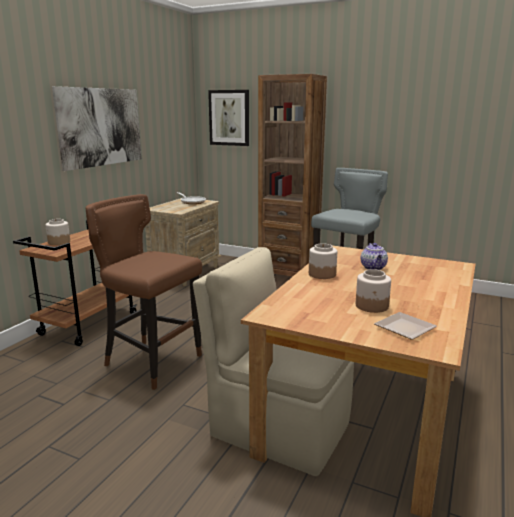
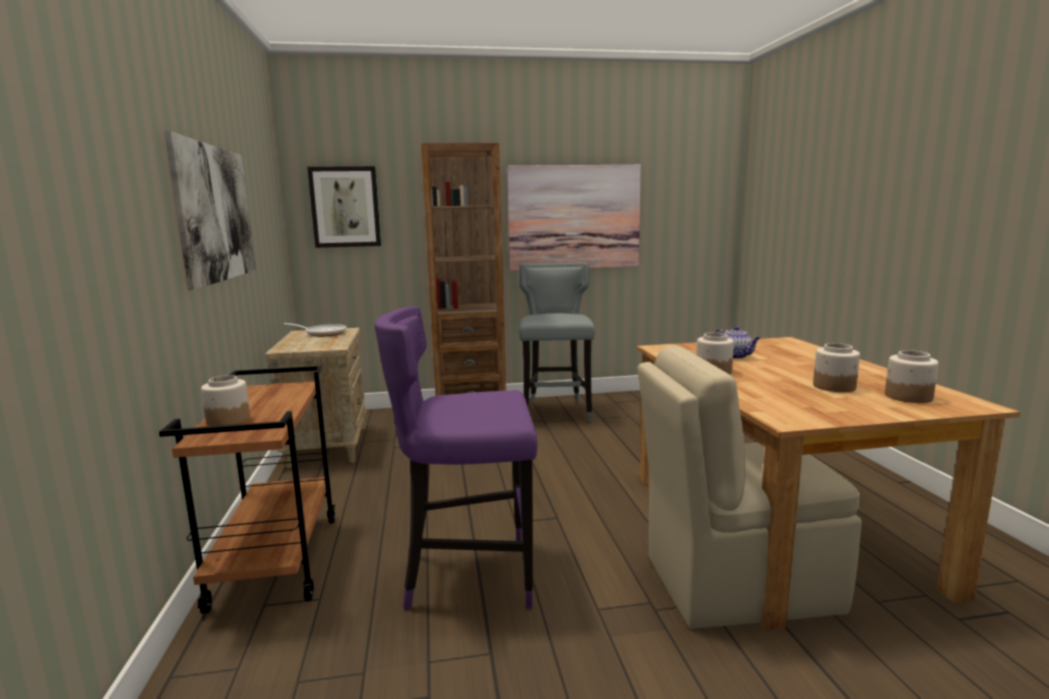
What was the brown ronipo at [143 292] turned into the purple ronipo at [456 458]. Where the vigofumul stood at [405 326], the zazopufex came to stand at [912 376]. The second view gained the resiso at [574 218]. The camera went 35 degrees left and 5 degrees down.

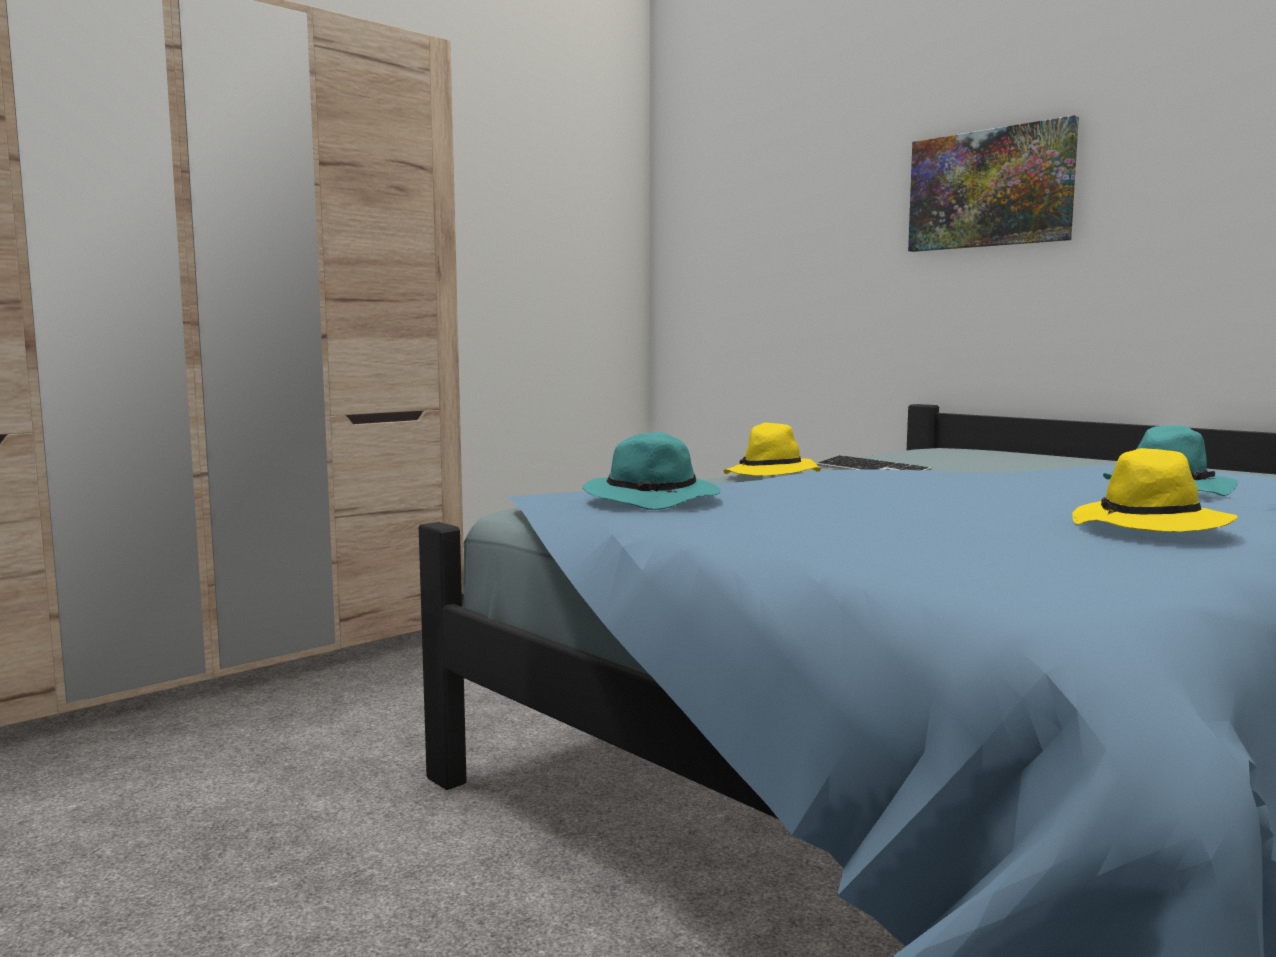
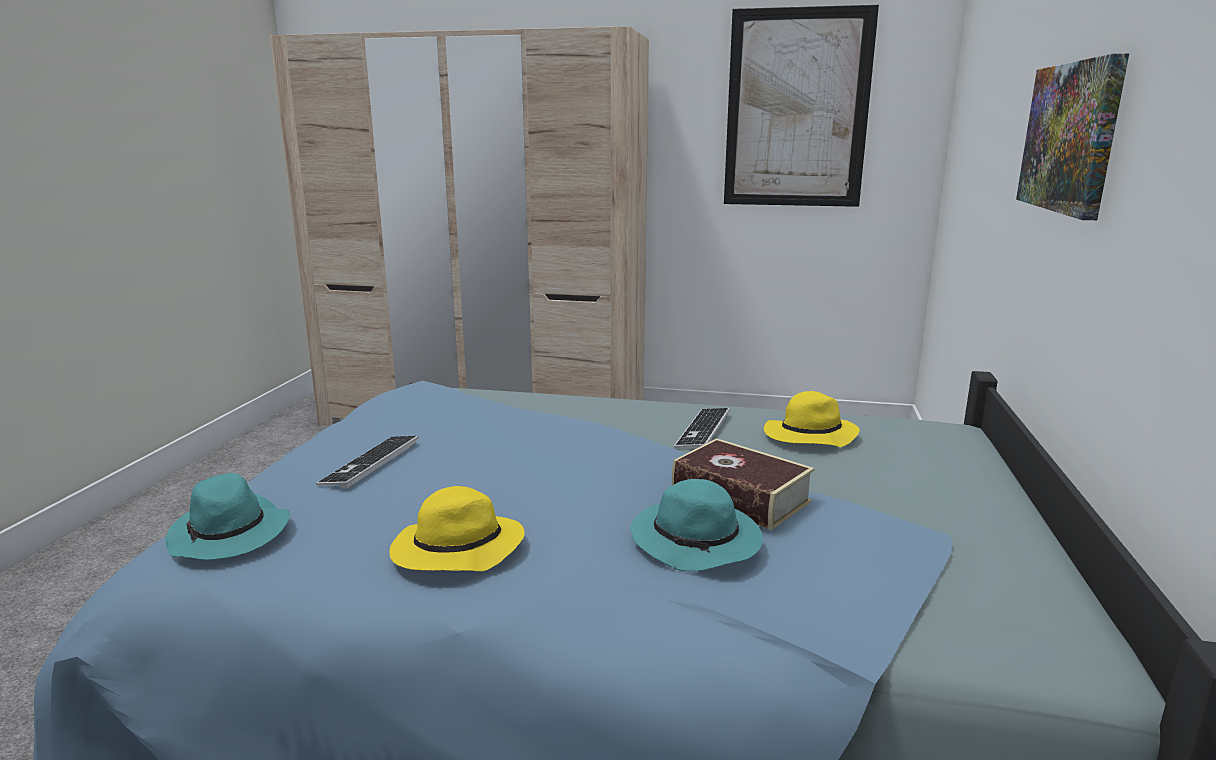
The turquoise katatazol ended up elsewhere, having gone from [651 471] to [227 516]. The yellow katatazol ended up elsewhere, having gone from [772 449] to [812 419]. The second view gained the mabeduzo at [367 462]. The second view gained the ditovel at [743 484]. The second view gained the resiso at [801 106]. The camera went 55 degrees right and 10 degrees up.

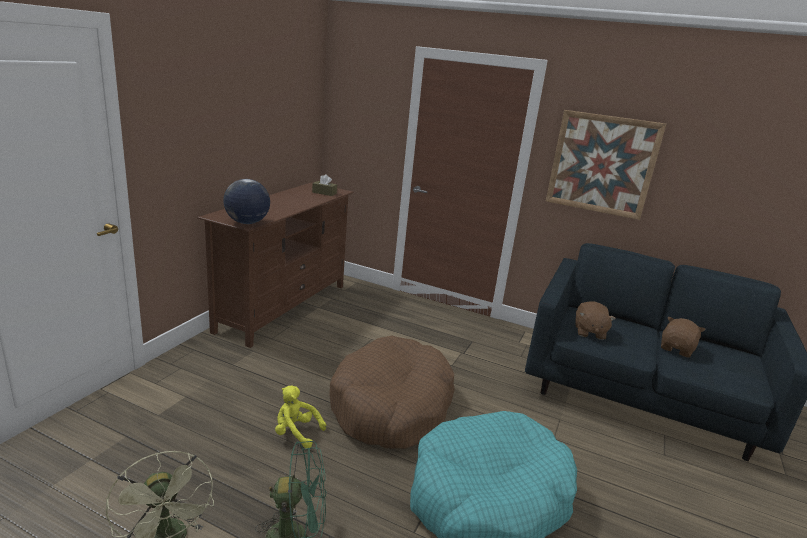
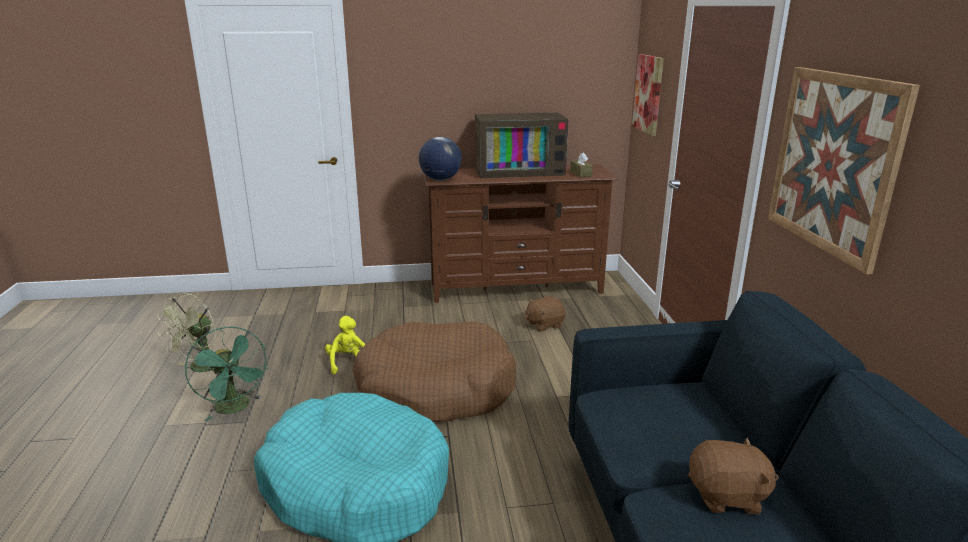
The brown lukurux ended up elsewhere, having gone from [595 321] to [545 314]. The second view gained the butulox at [521 145]. The second view gained the resiso at [648 95]. The camera went 60 degrees right and 0 degrees up.

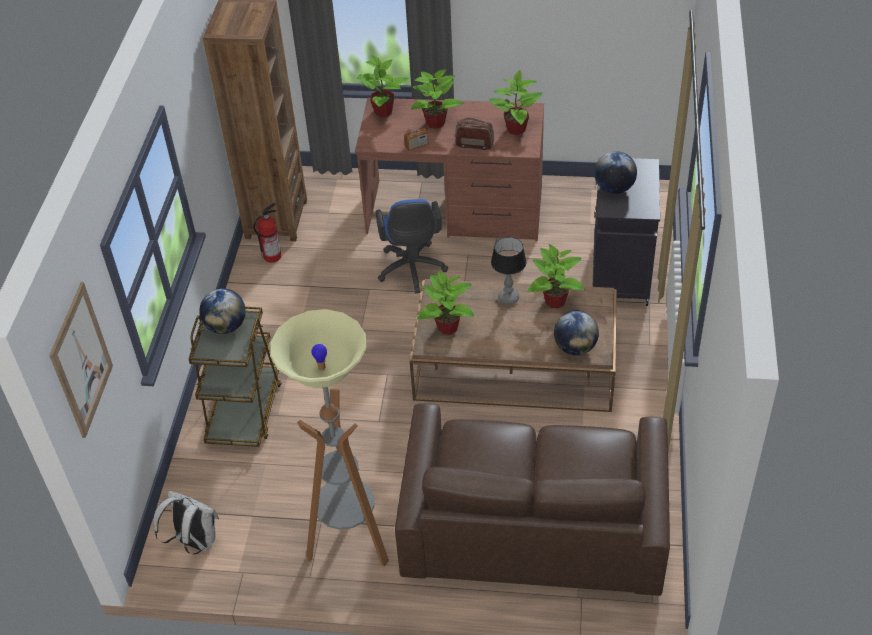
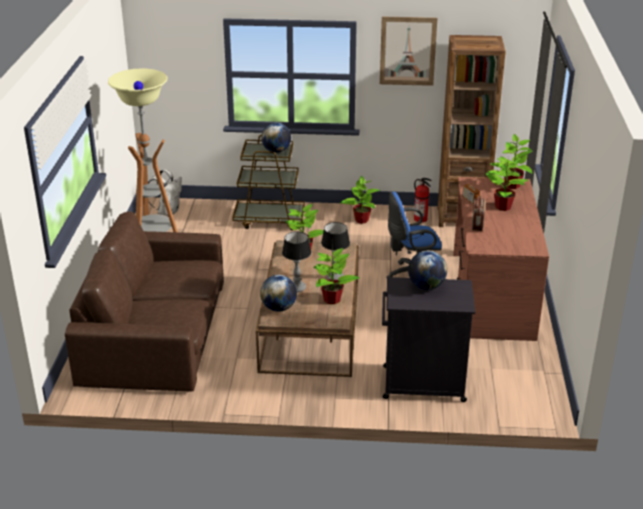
The resiso ended up elsewhere, having gone from [81 360] to [408 51]. The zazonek ended up elsewhere, having gone from [516 102] to [360 200]. The second view gained the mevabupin at [296 261]. The camera went 85 degrees right and 15 degrees down.

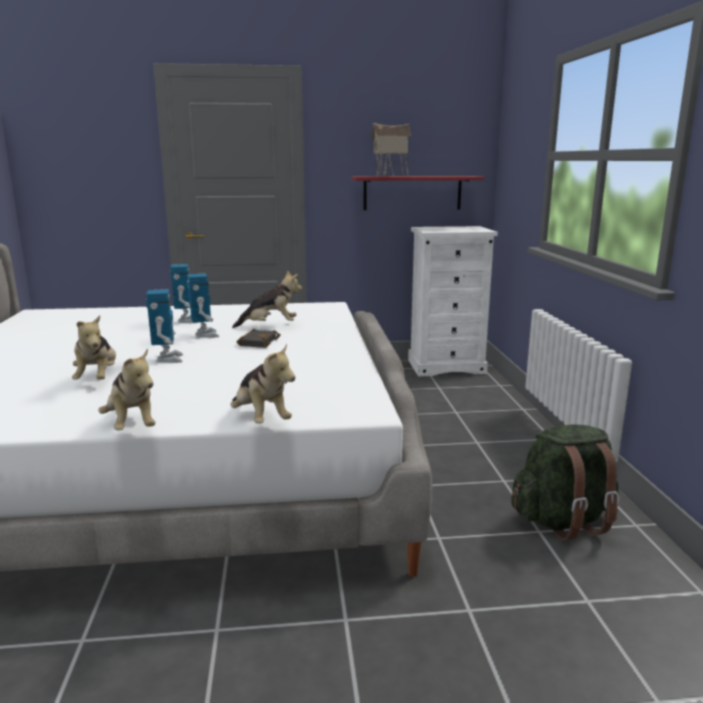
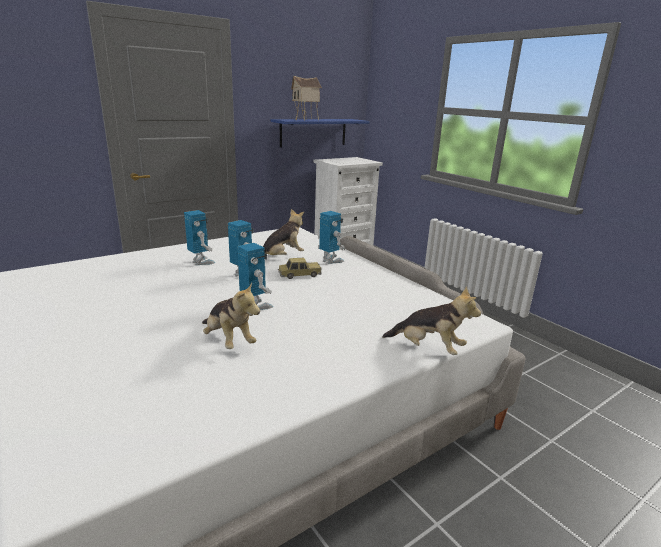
The second view lost the lukurux at [126 389]. Where the black ditovel stood at [259 338], the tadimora came to stand at [300 268]. What was the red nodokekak at [417 193] turned into the blue nodokekak at [320 133]. The second view lost the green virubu at [565 482]. The second view gained the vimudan at [332 237]. The camera went 30 degrees left and 5 degrees up.

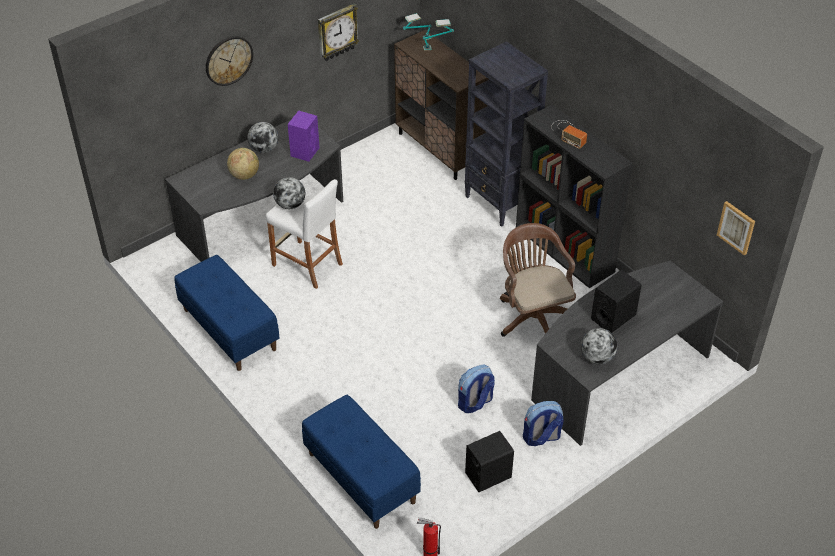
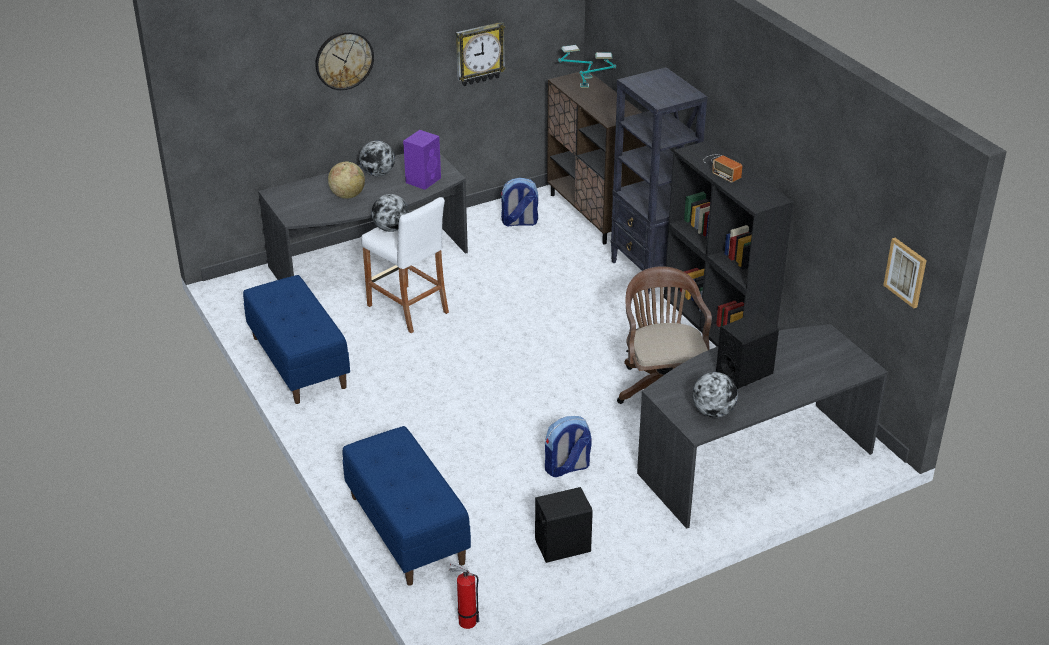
The virubu ended up elsewhere, having gone from [543 423] to [519 202]. The camera went 10 degrees right and 10 degrees down.

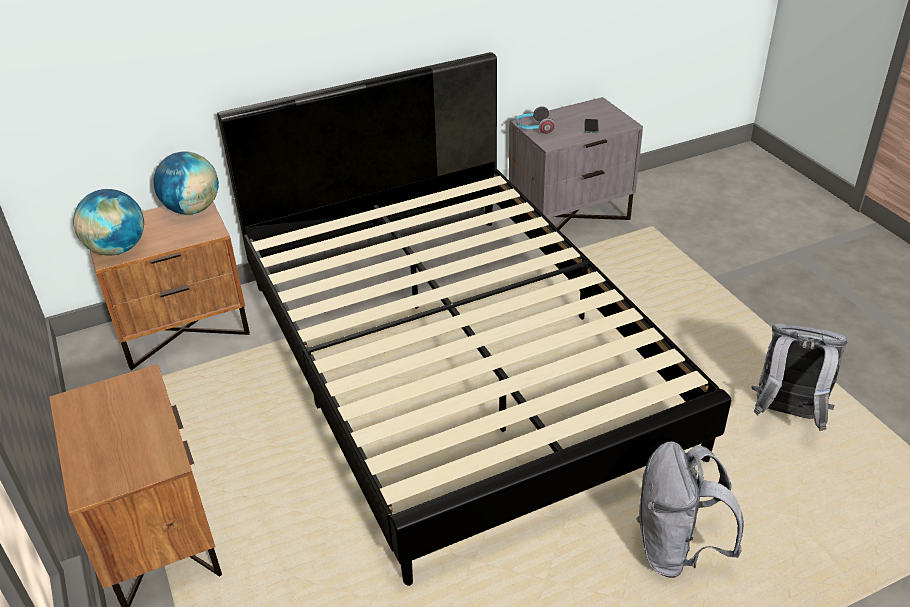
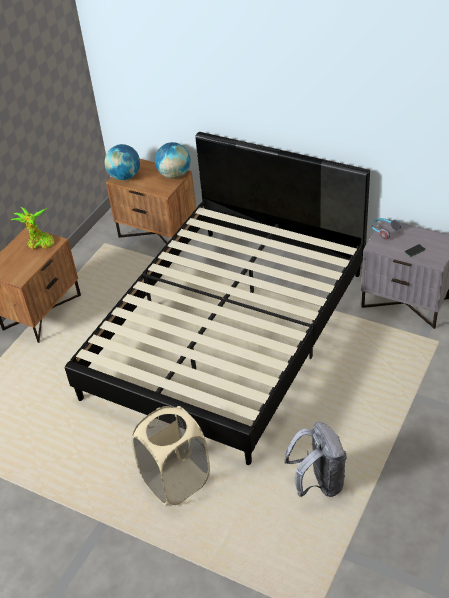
Where the grey virubu stood at [690 509], the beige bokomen came to stand at [170 455]. The second view gained the zazonek at [33 228]. The camera went 55 degrees right and 5 degrees up.

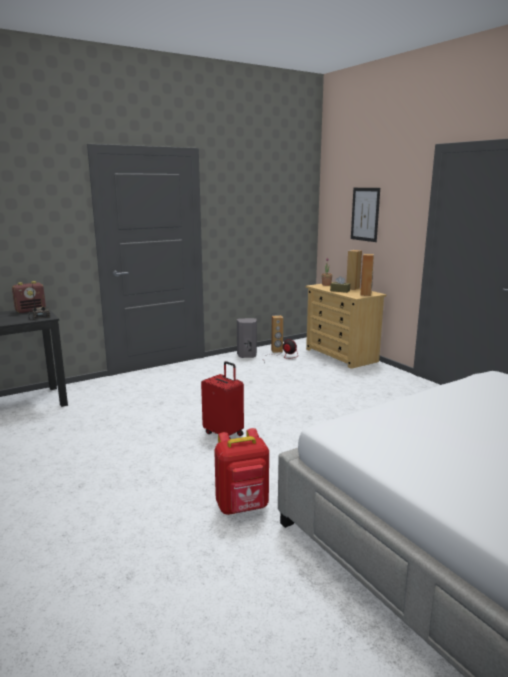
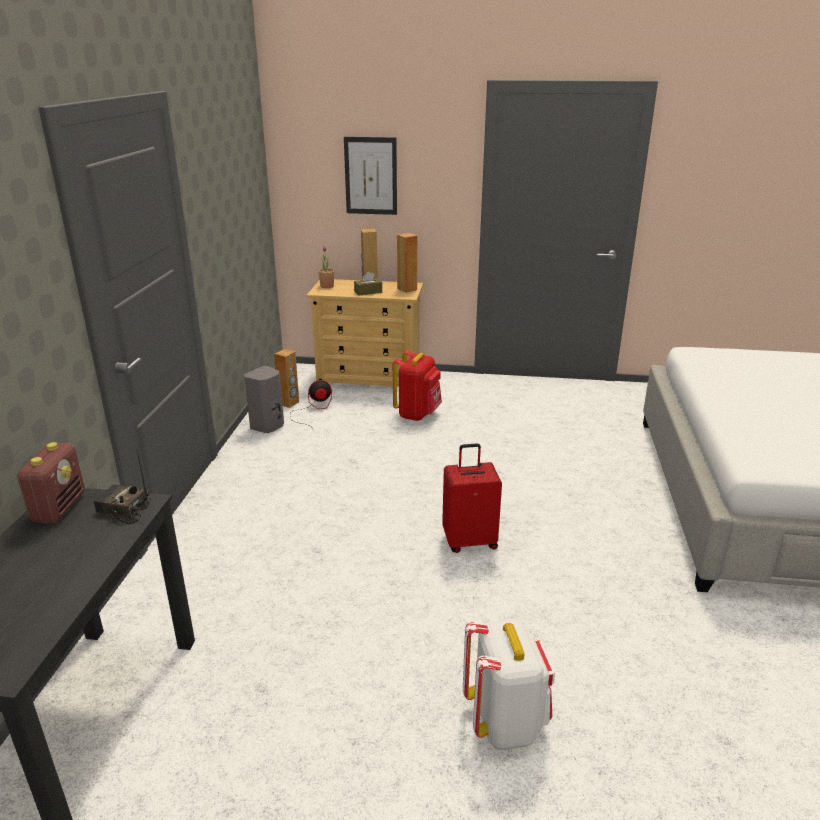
The red virubu ended up elsewhere, having gone from [241 471] to [417 385]. The second view gained the white virubu at [509 685]. The camera went 50 degrees left and 10 degrees up.

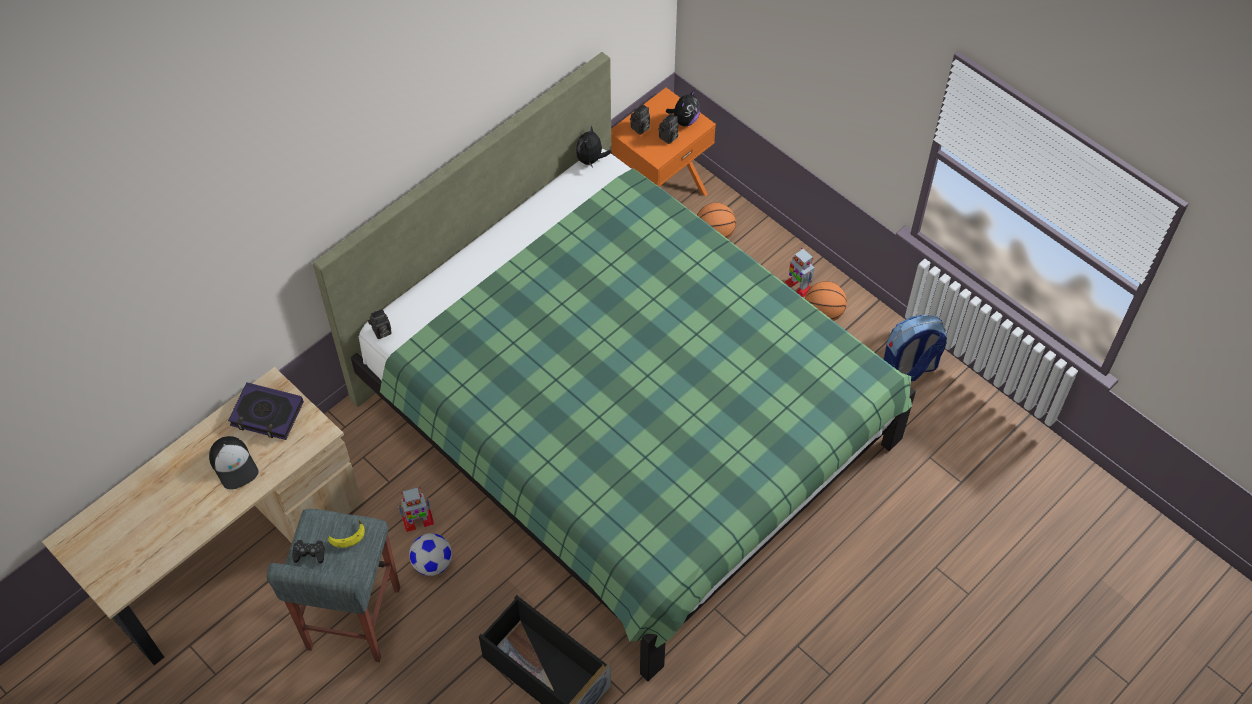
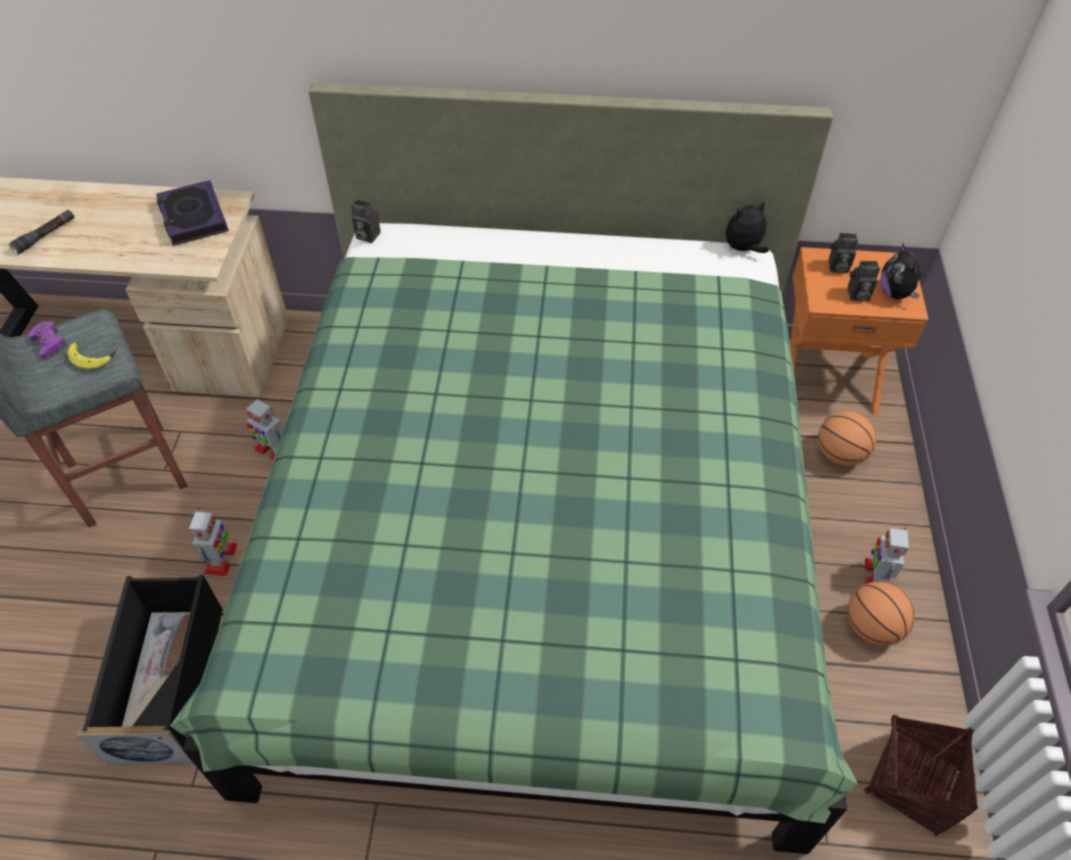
The second view lost the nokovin at [234 463]. What was the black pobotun at [308 552] turned into the purple pobotun at [47 340]. The second view lost the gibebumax at [430 554]. The lukurux at [683 107] ended up facing another way, 90 degrees clockwise from before. Where the virubu stood at [915 348], the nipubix came to stand at [921 775]. The second view gained the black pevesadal at [42 232]. The second view gained the vimudan at [213 541]. The camera went 50 degrees right and 5 degrees down.

